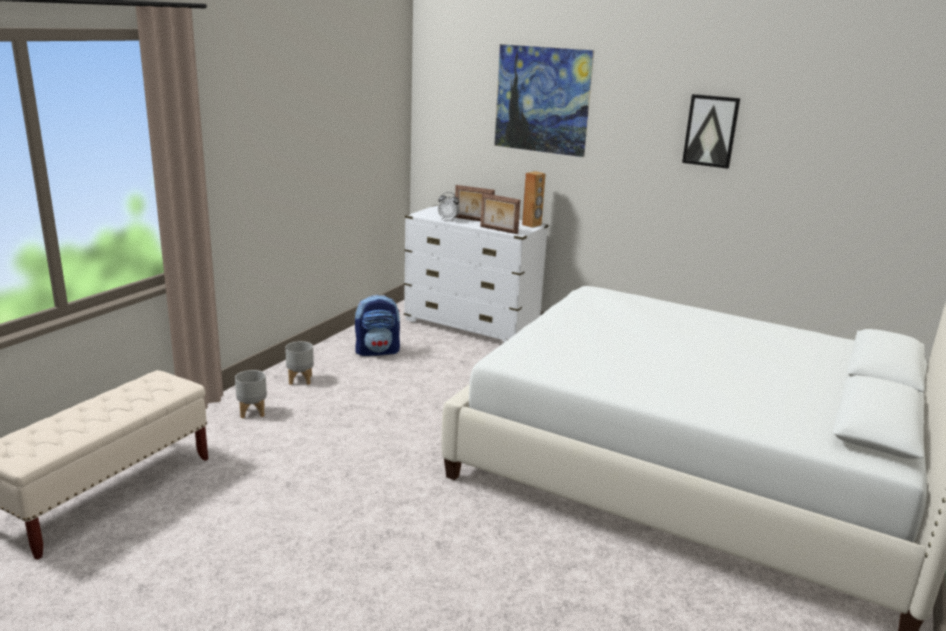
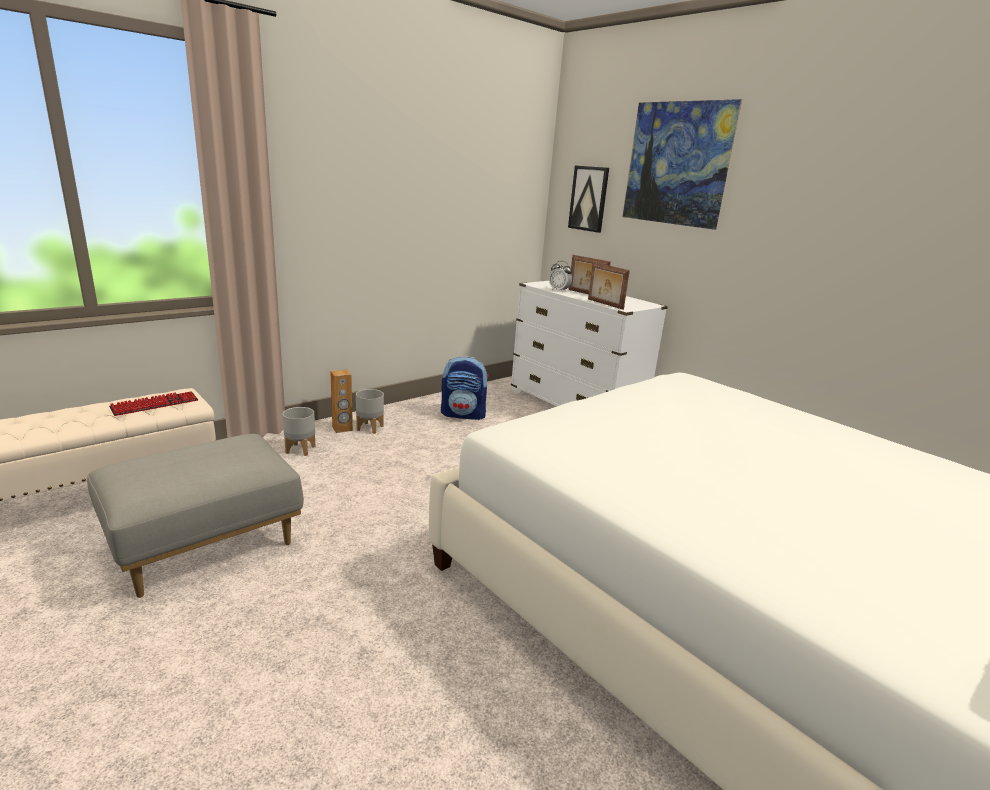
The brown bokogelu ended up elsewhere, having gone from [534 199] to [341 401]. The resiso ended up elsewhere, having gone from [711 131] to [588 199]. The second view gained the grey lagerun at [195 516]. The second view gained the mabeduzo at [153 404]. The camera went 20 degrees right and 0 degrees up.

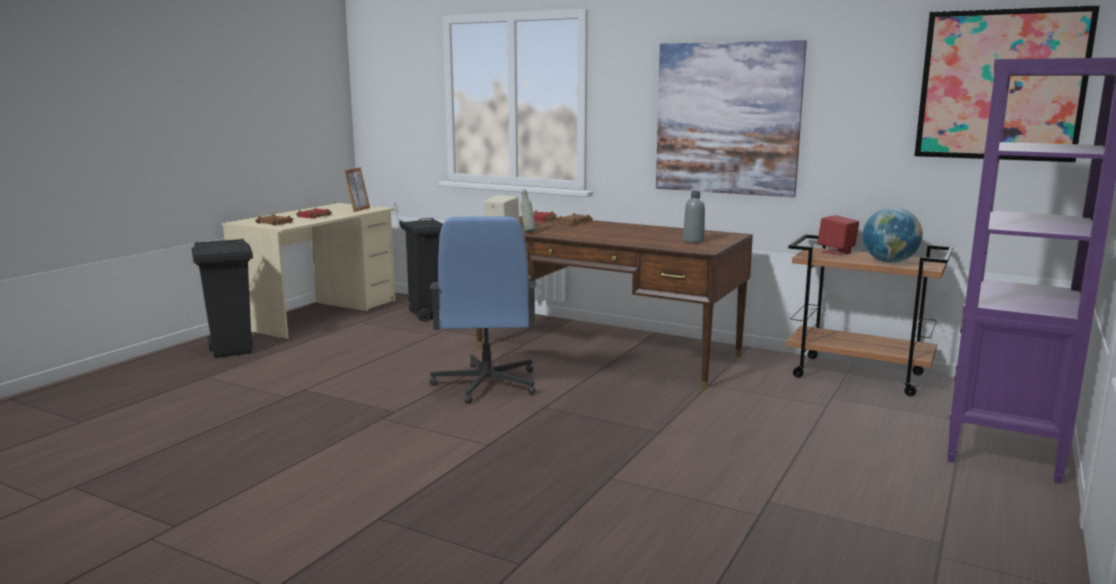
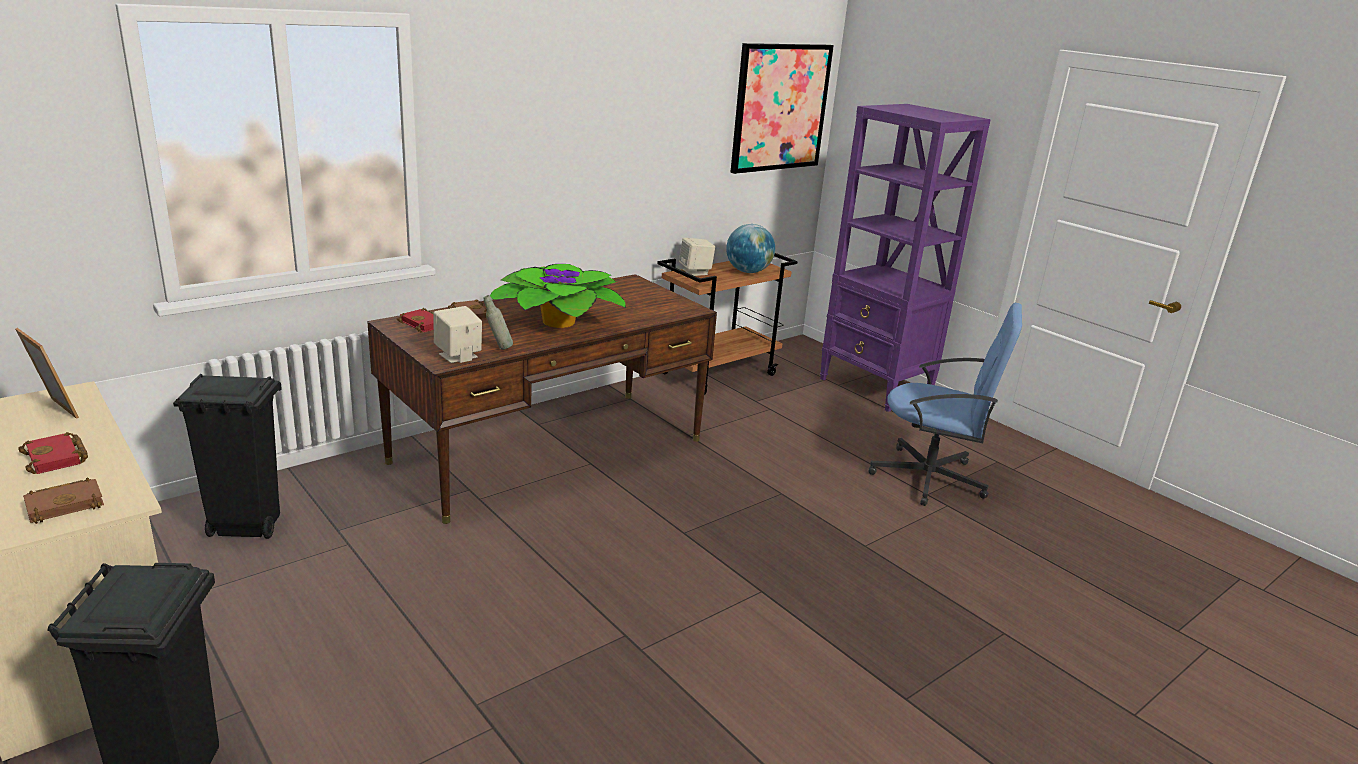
The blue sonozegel ended up elsewhere, having gone from [483 310] to [945 404]. The second view lost the resiso at [731 119]. The second view lost the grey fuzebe at [694 217]. What was the red bokogelu at [838 235] turned into the beige bokogelu at [697 257]. The second view gained the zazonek at [558 296]. The camera went 70 degrees left and 10 degrees up.

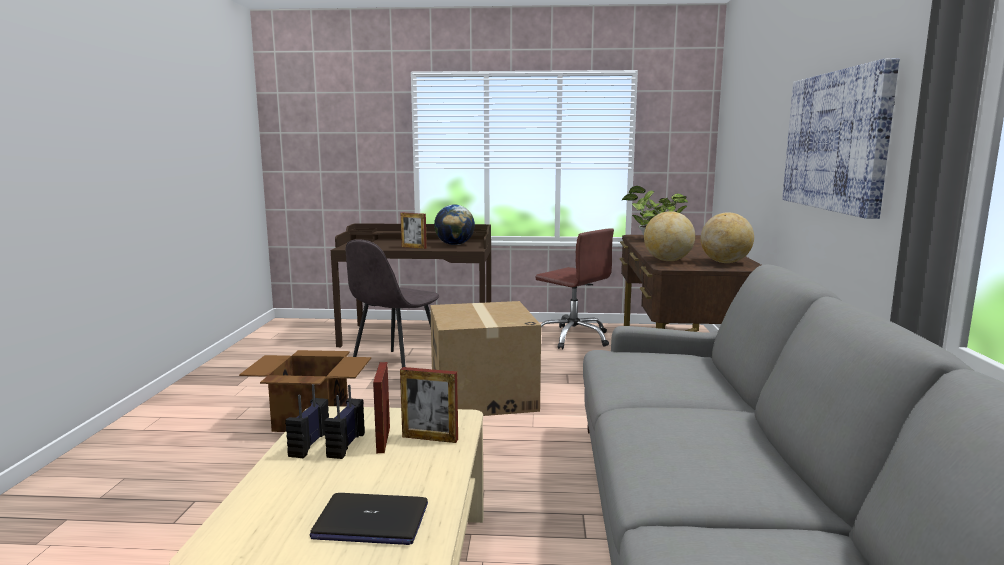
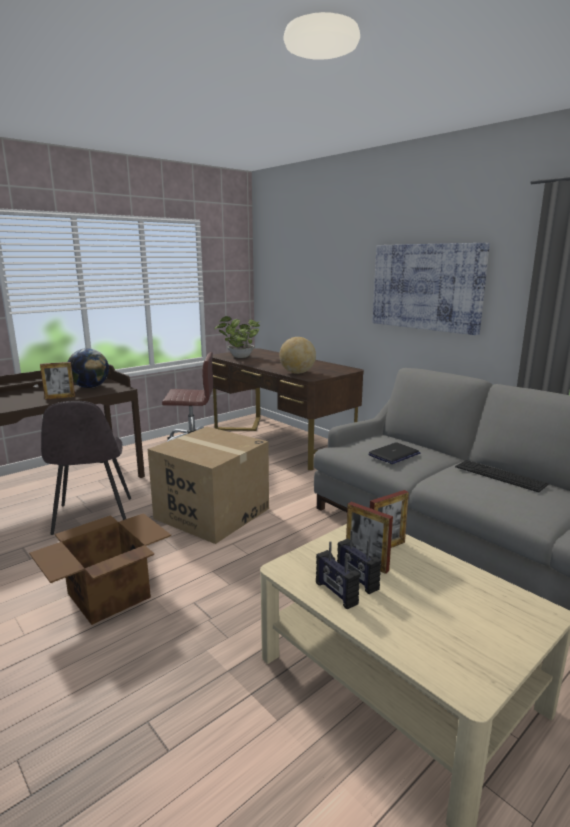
The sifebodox ended up elsewhere, having gone from [368 519] to [394 453]. The second view lost the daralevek at [727 237]. The second view gained the mabeduzo at [501 476]. The camera went 45 degrees left and 5 degrees up.

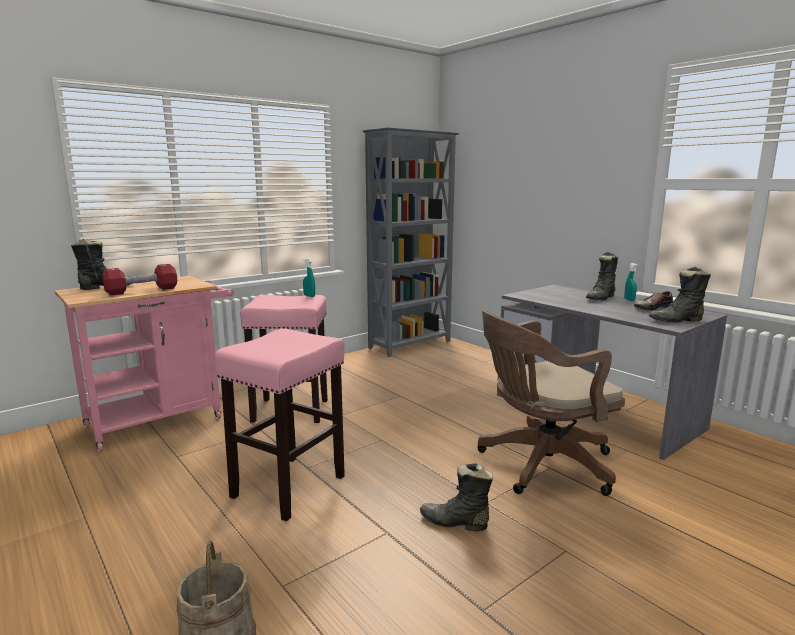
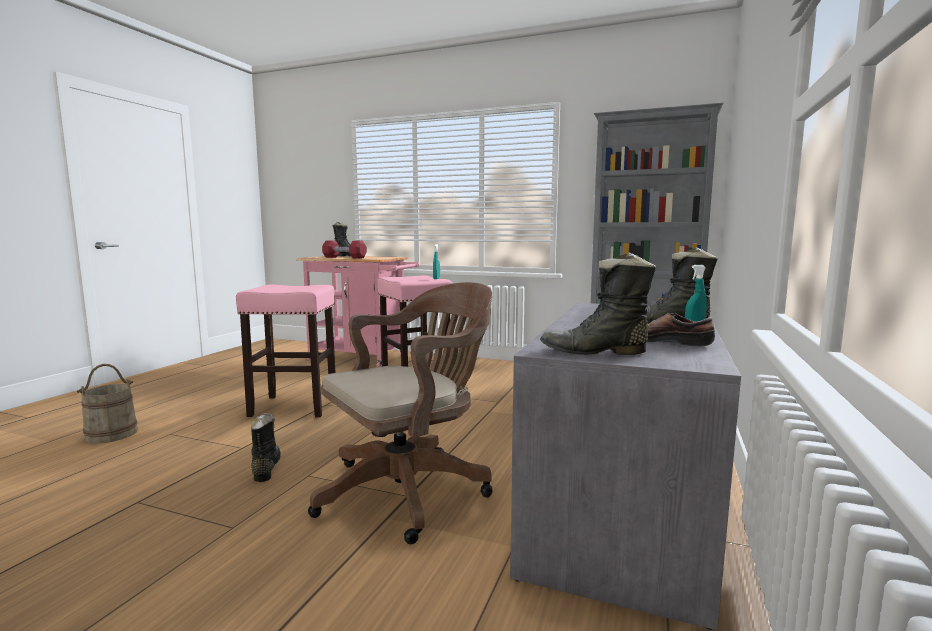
The brown sonozegel at [551 403] ended up facing another way, 105 degrees clockwise from before. The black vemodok at [680 295] ended up facing another way, 45 degrees counterclockwise from before. The camera went 60 degrees right and 5 degrees down.

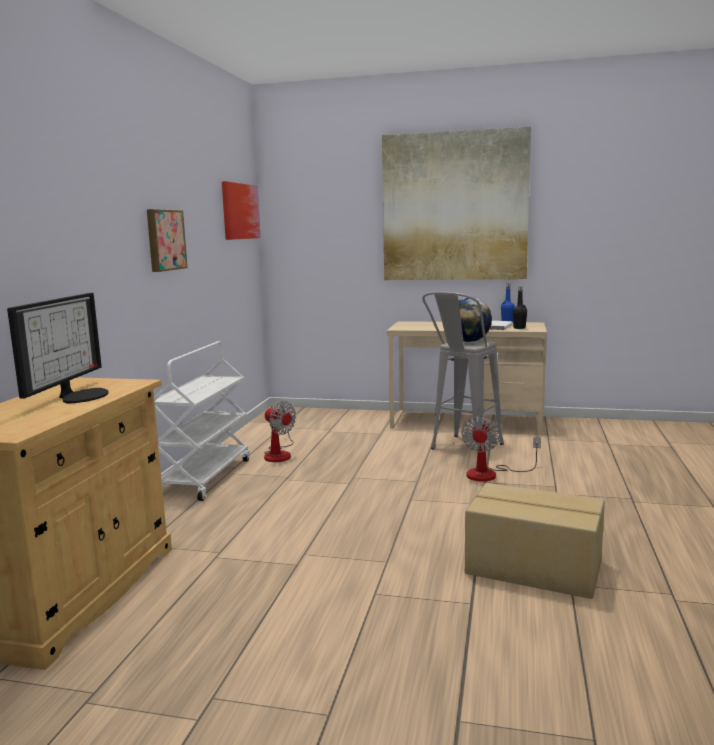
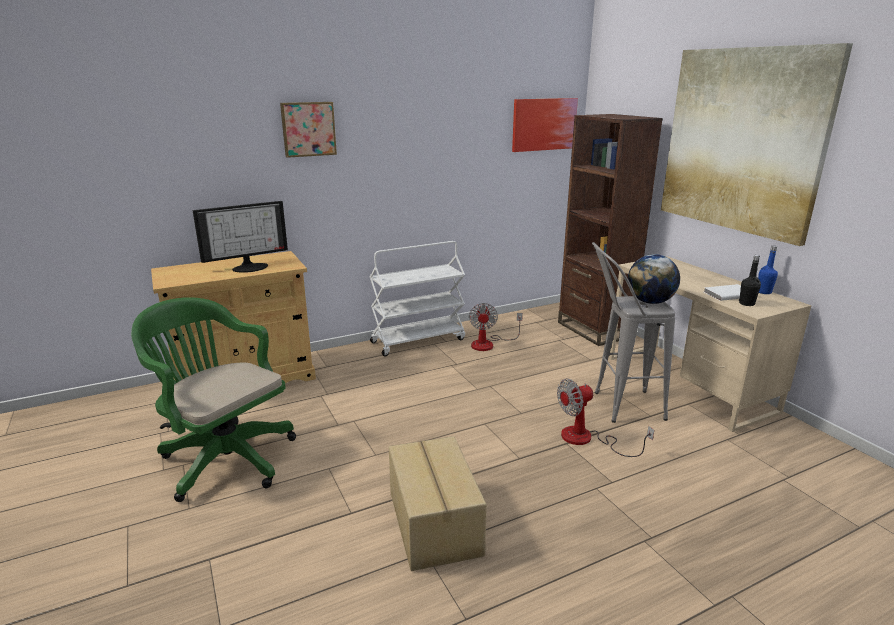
The resiso ended up elsewhere, having gone from [167 240] to [308 130]. The second view gained the green sonozegel at [213 399]. The second view gained the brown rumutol at [610 230]. The camera went 50 degrees right and 10 degrees up.

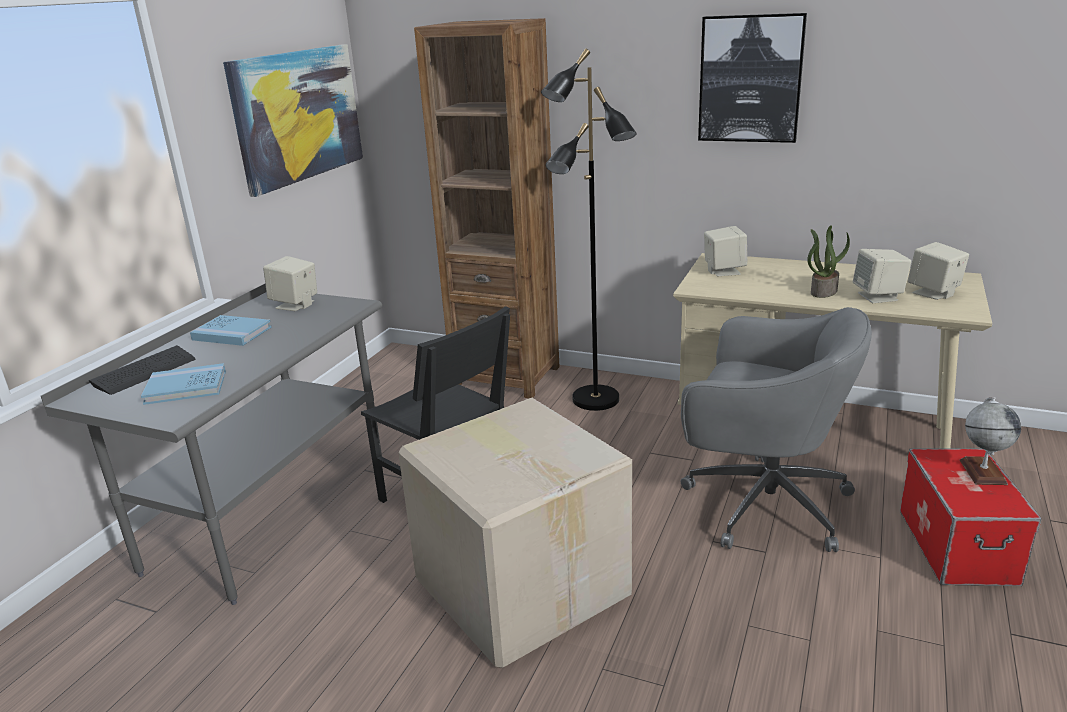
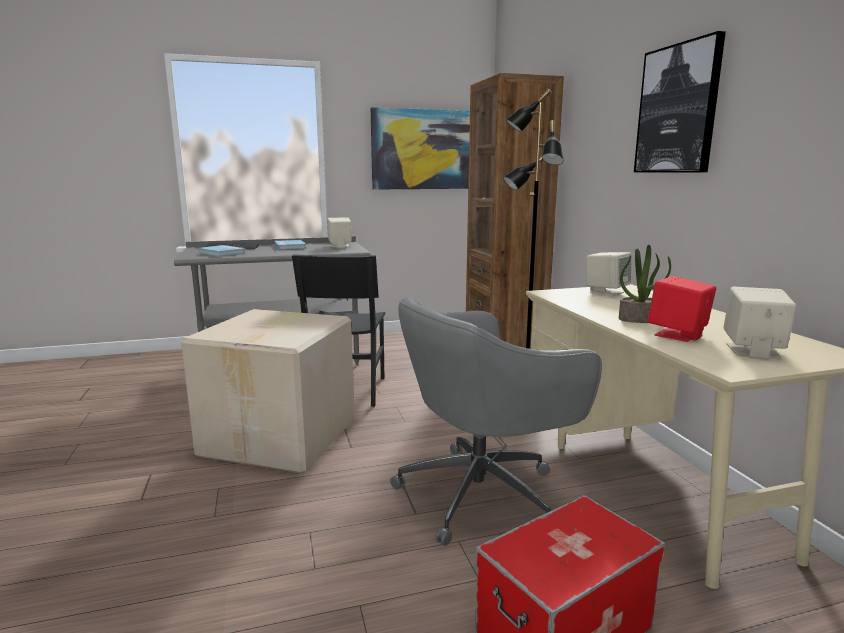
The grey sonozegel at [776 429] ended up facing another way, 75 degrees clockwise from before. What was the beige bokogelu at [882 276] turned into the red bokogelu at [682 309]. The second view lost the daralevek at [990 441]. The camera went 50 degrees right and 10 degrees down.

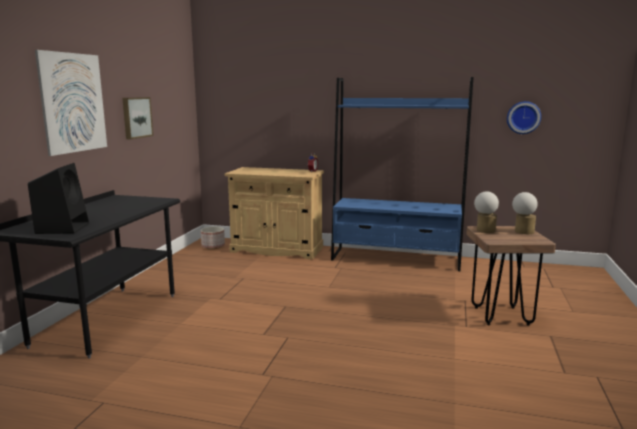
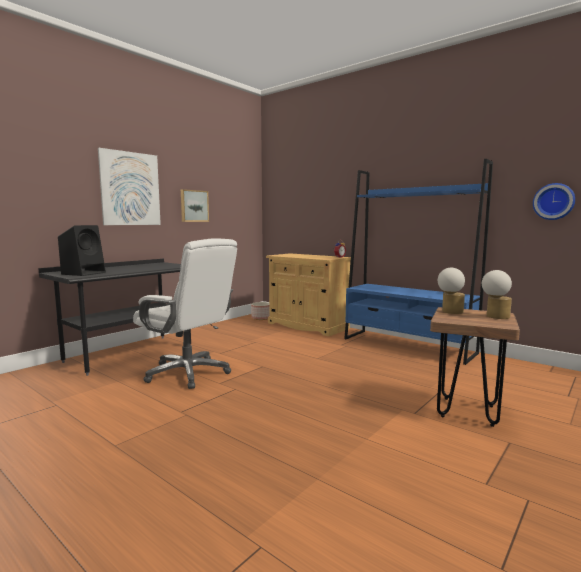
The second view gained the white sonozegel at [185 313]. The camera went 25 degrees right and 5 degrees down.

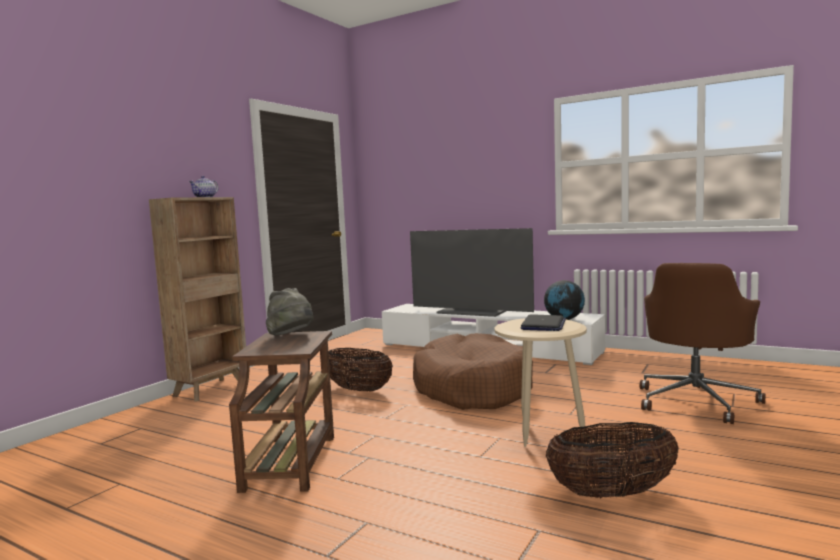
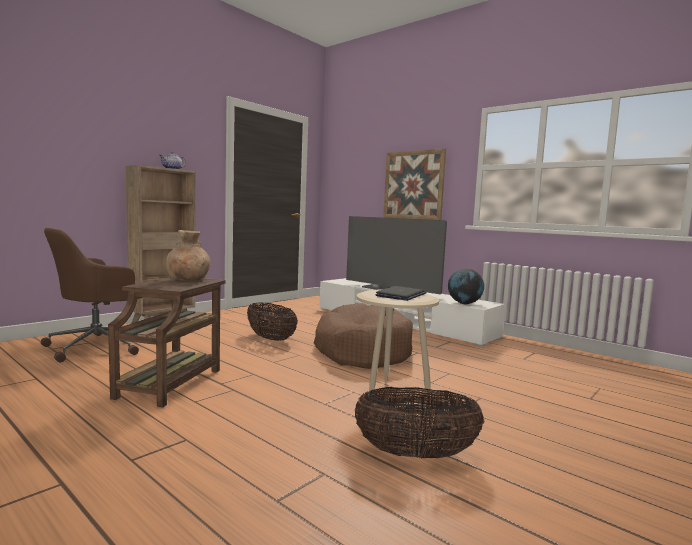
Where the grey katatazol stood at [289 311], the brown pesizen came to stand at [188 255]. The brown sonozegel ended up elsewhere, having gone from [702 343] to [92 295]. The second view gained the resiso at [414 184]. The camera went 10 degrees right and 0 degrees up.

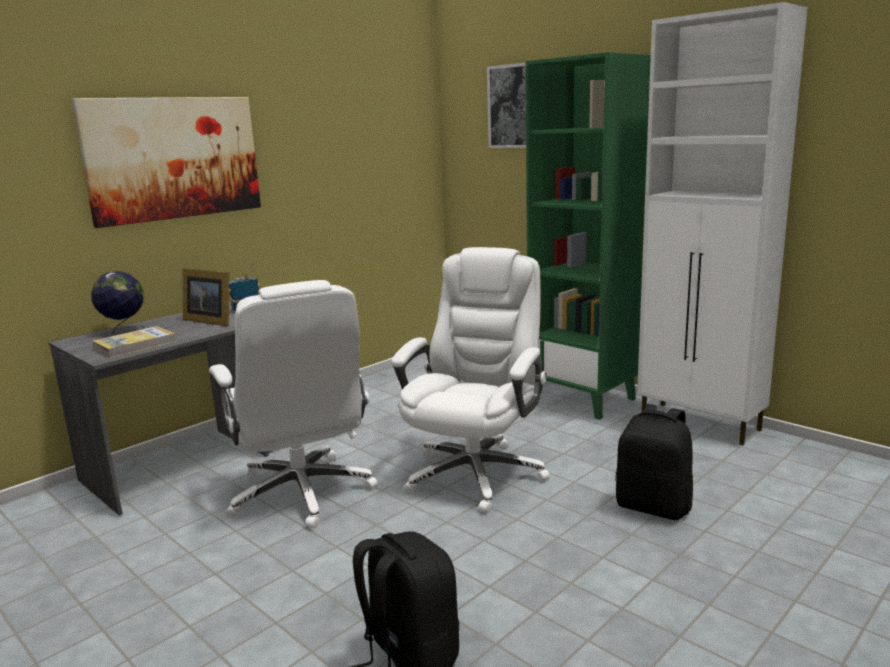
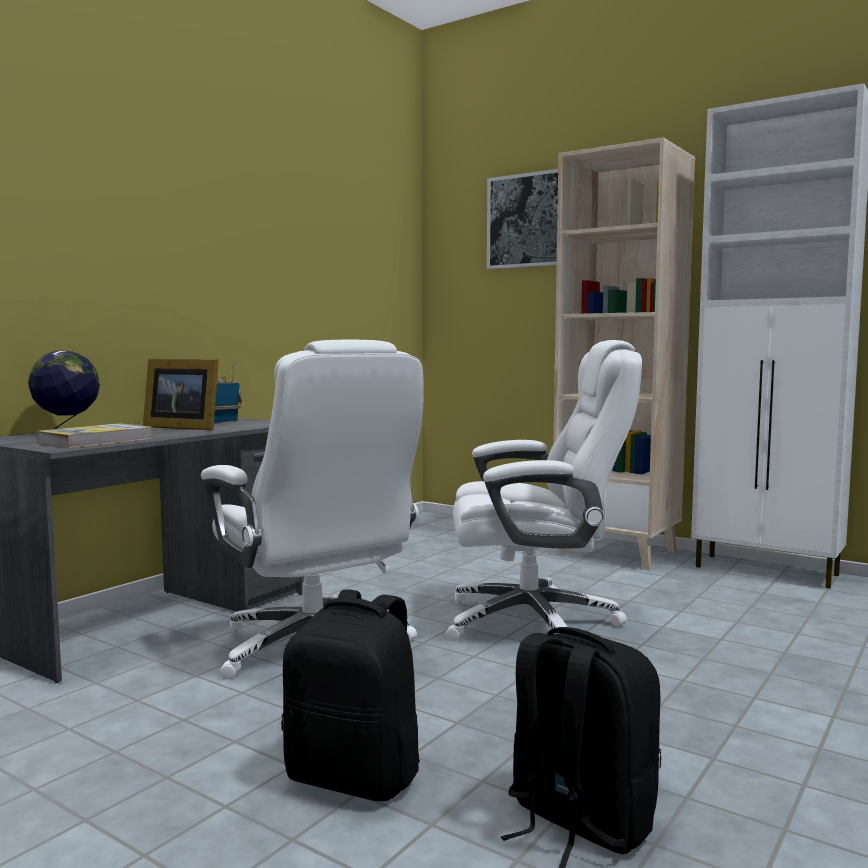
The second view lost the resiso at [166 162]. The white sonozegel at [470 380] ended up facing another way, 75 degrees clockwise from before. What was the green rumutol at [588 236] turned into the beige rumutol at [624 353]. The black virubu ended up elsewhere, having gone from [654 462] to [350 695]. The camera went 10 degrees left and 10 degrees down.

